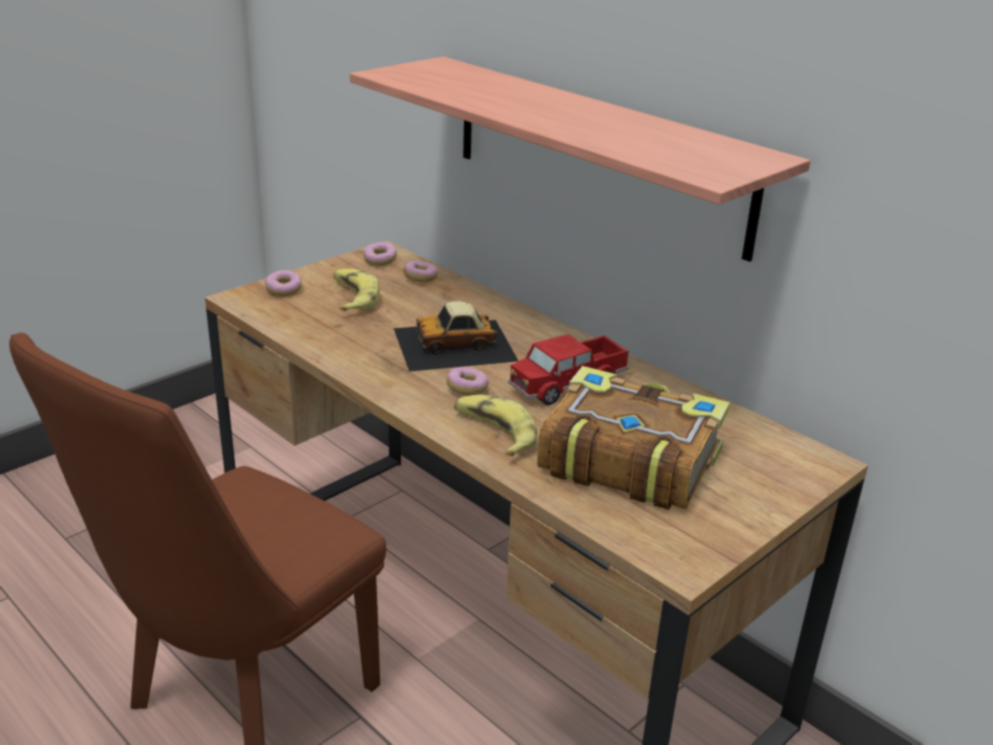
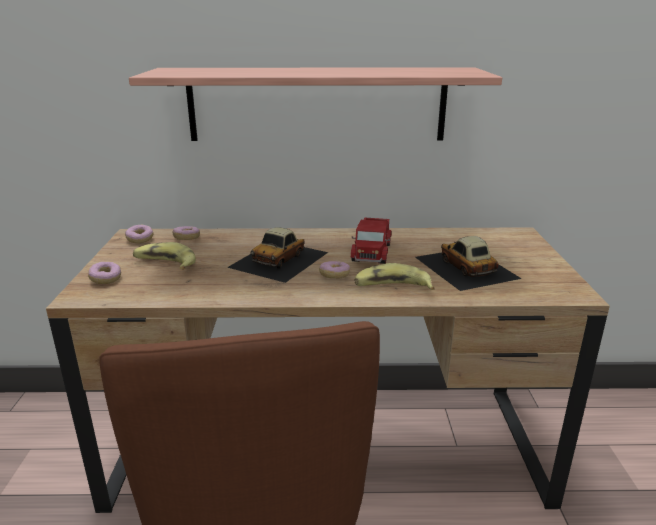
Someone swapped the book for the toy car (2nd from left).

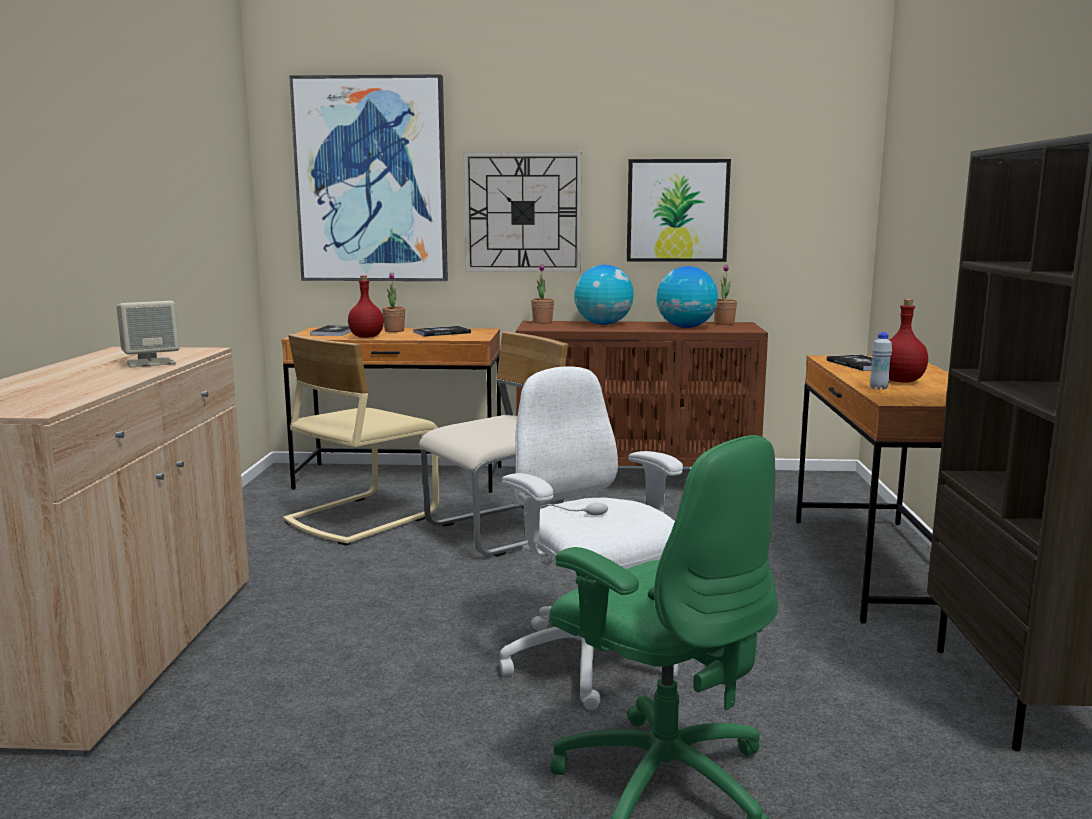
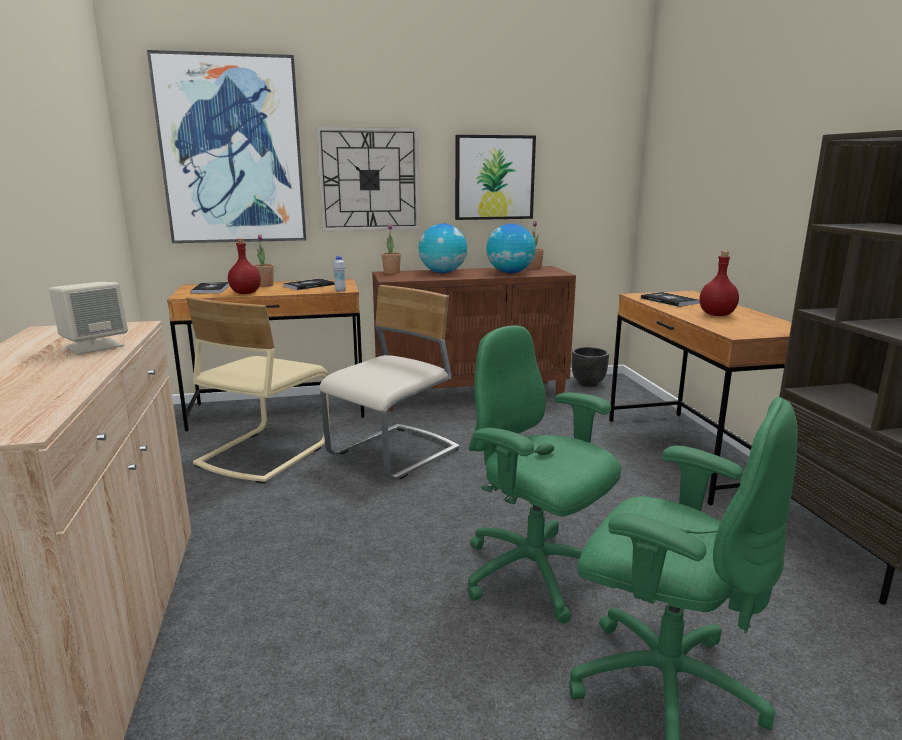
Someone carried the white bottle.
Someone repainted the white office chair, which became the green office chair (1st from left).
Someone put down the black planter.

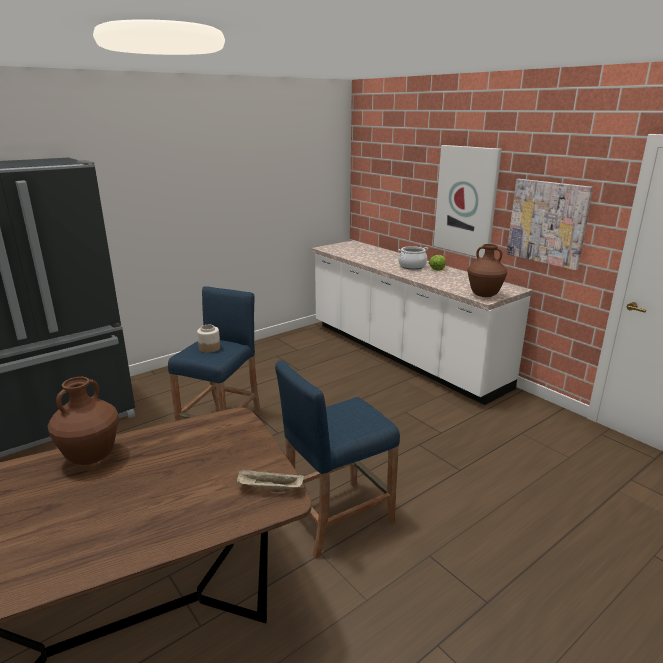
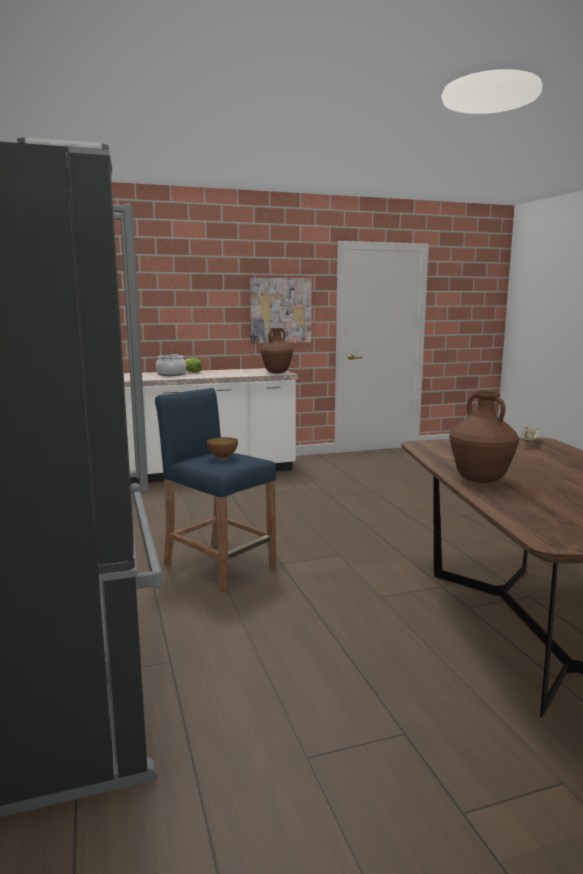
Someone swapped the jar for the bowl.
Someone took away the blue stool (2nd from left).
Someone took away the picture (1st from left).

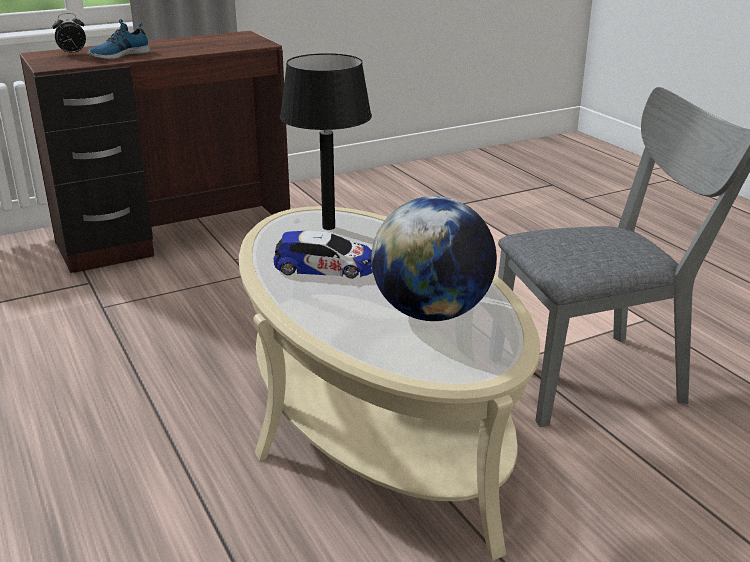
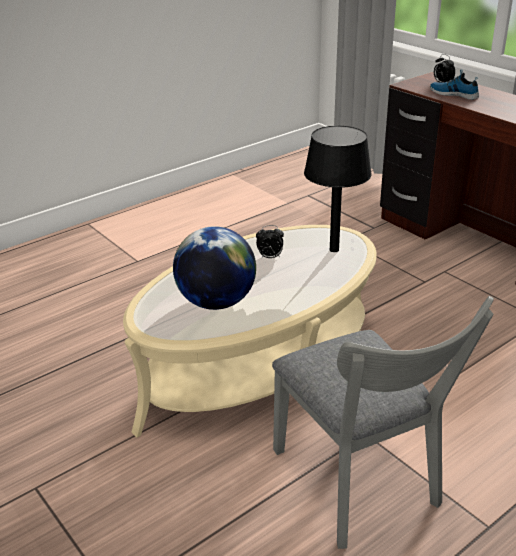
Someone swapped the toy car for the alarm clock (1st from left).

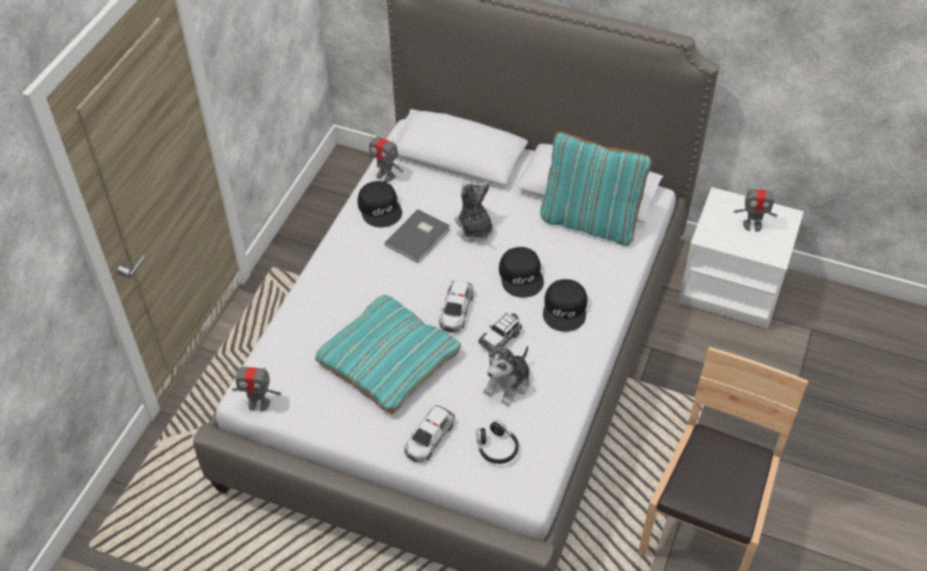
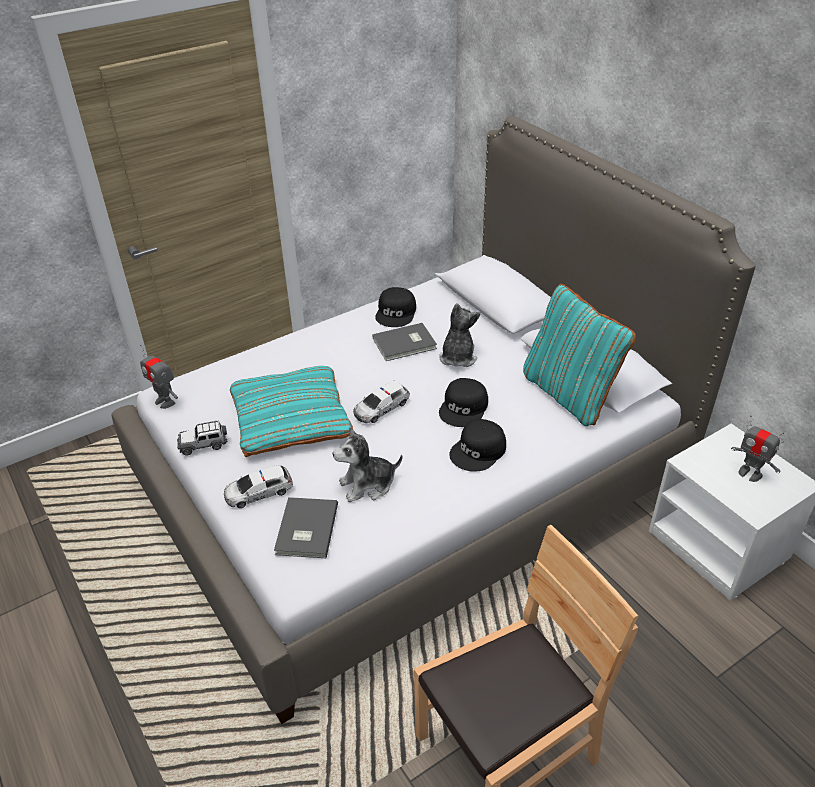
Someone carried the toy car (3rd from left in the first image).
Someone swapped the black headphones for the grey book (1st from left).
Someone took away the toy robot (2nd from left).

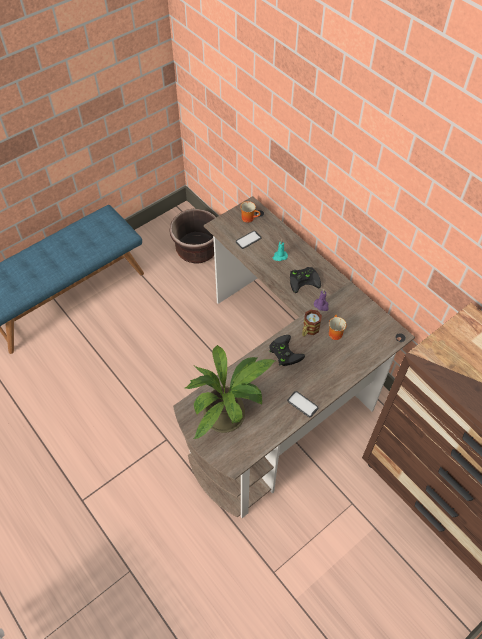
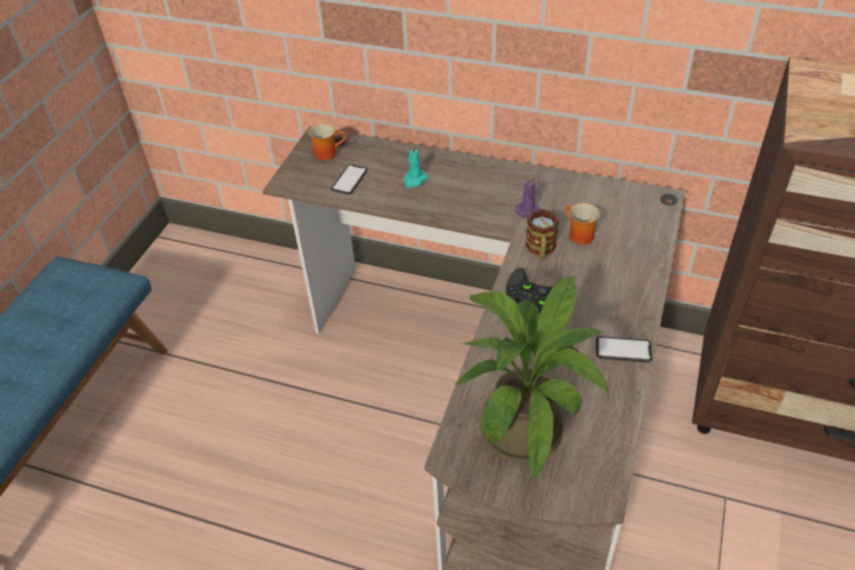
Someone took away the brown planter.
Someone took away the black game controller (2nd from left).

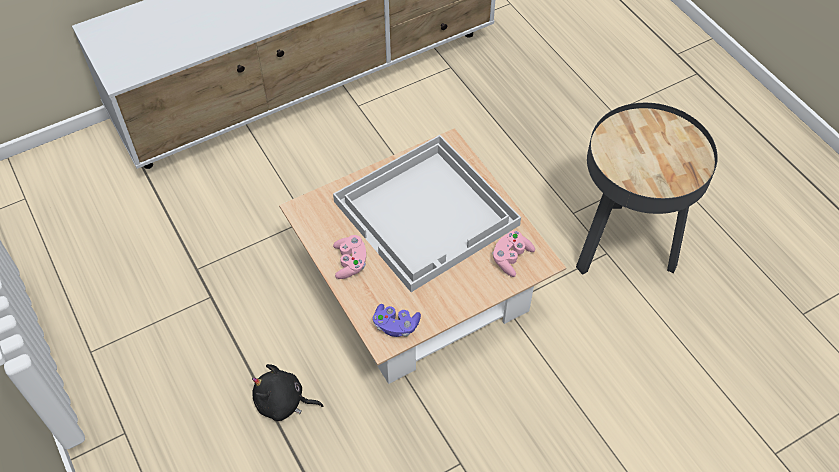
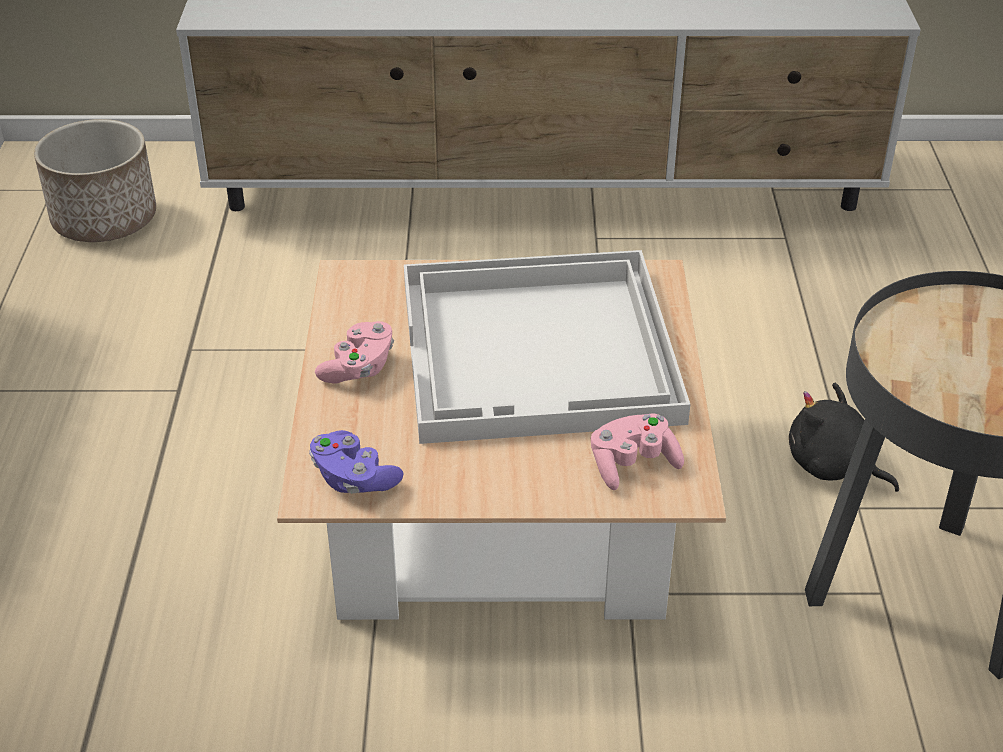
Someone put down the planter.
Someone carried the black plush toy.

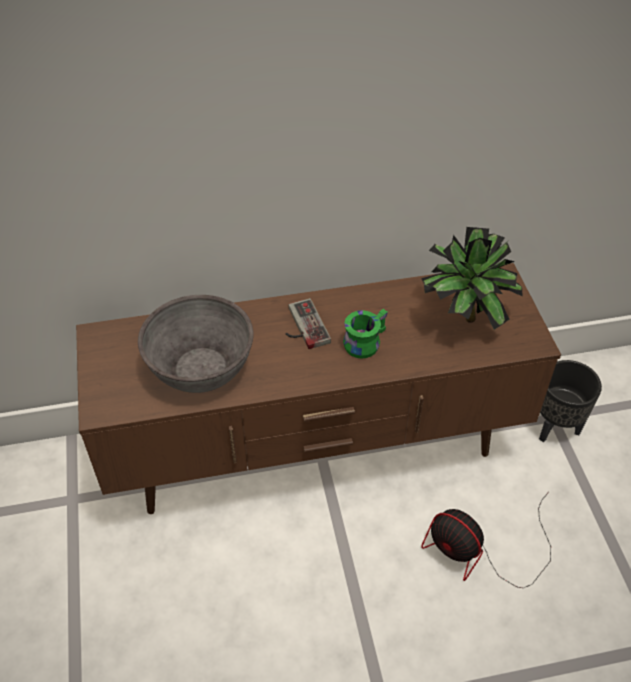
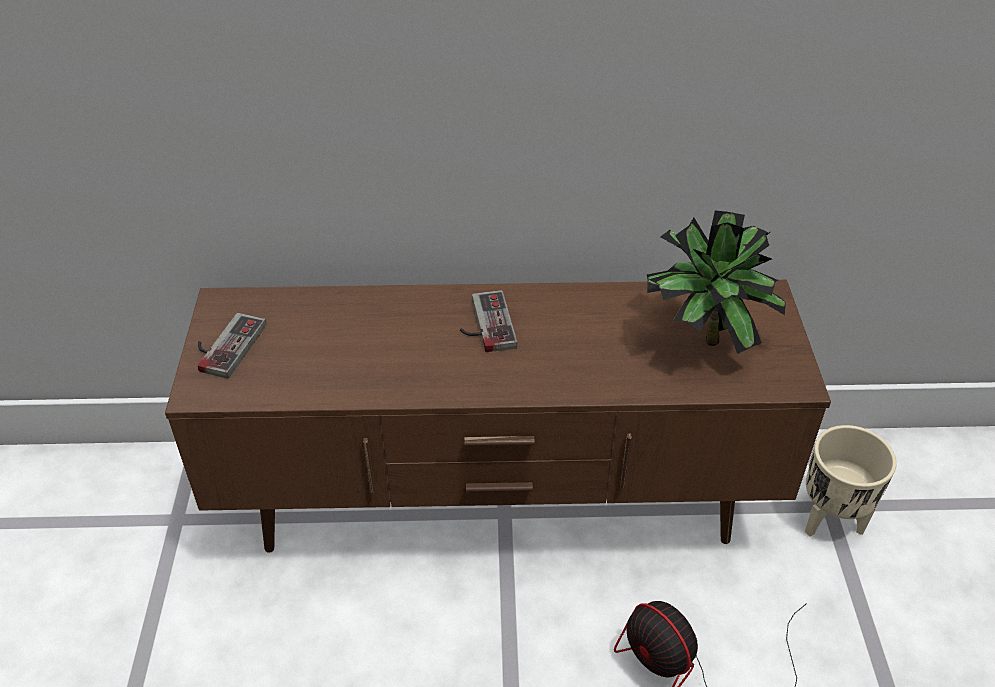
Someone put down the game controller (1st from left).
Someone repainted the black planter, which became the beige planter.
Someone took away the grey bowl.
Someone took away the green mug.

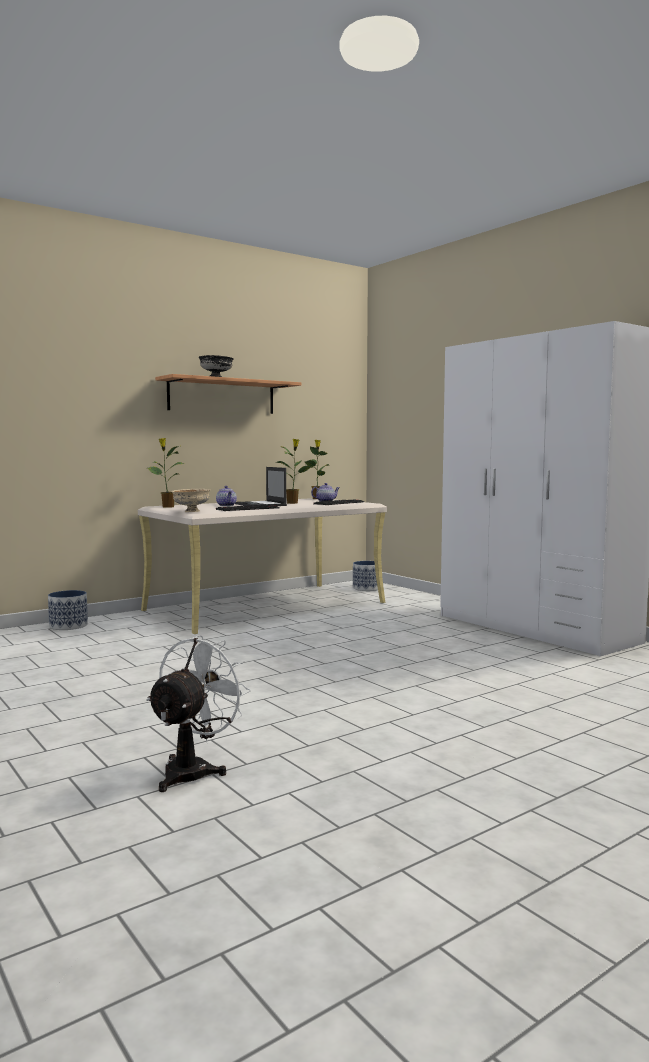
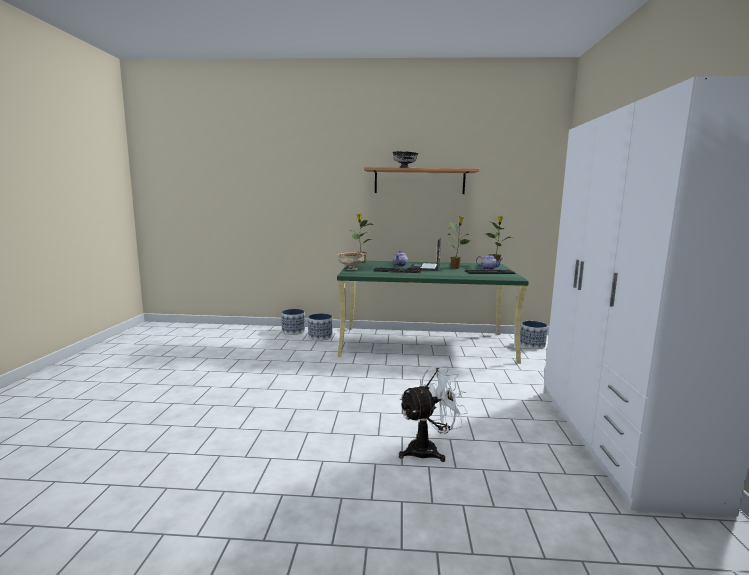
Someone put down the planter (2nd from left).
Someone repainted the beige desk, which became the green desk.
Someone carried the white fan.

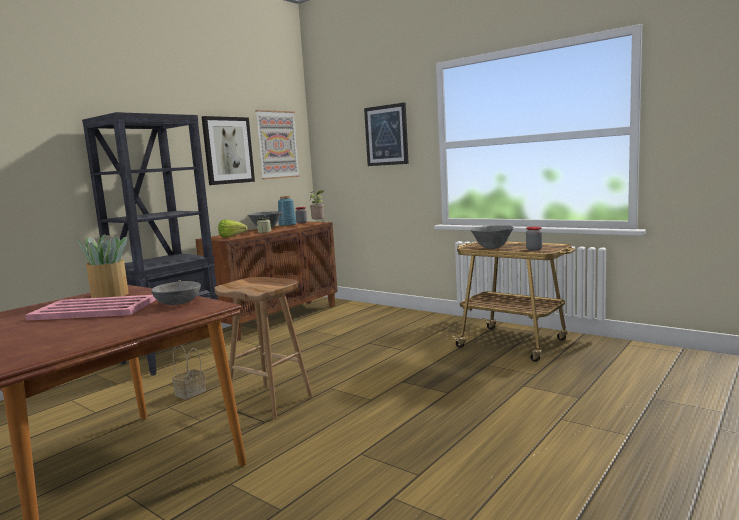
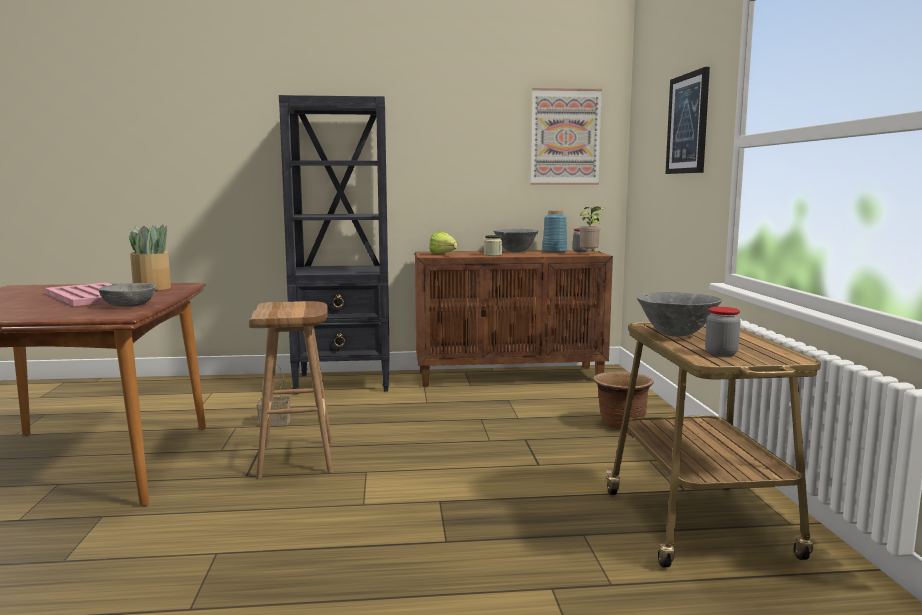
Someone put down the brown planter.
Someone took away the picture (1st from left).

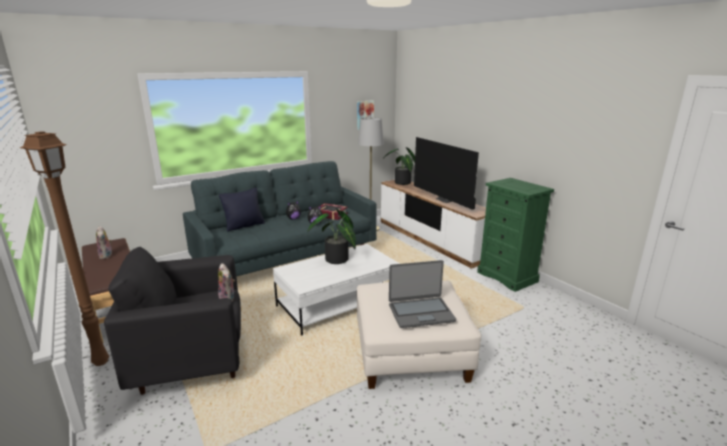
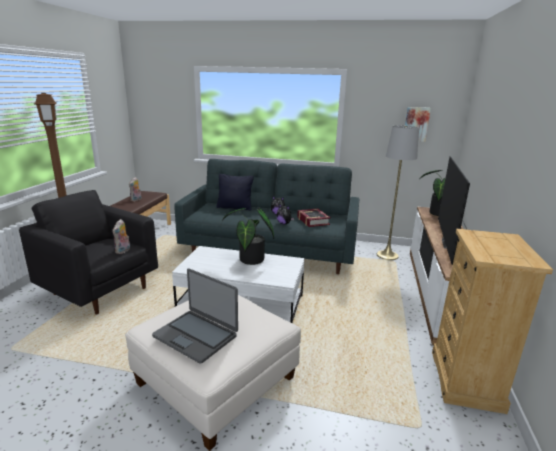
Someone repainted the green dresser, which became the beige dresser.

